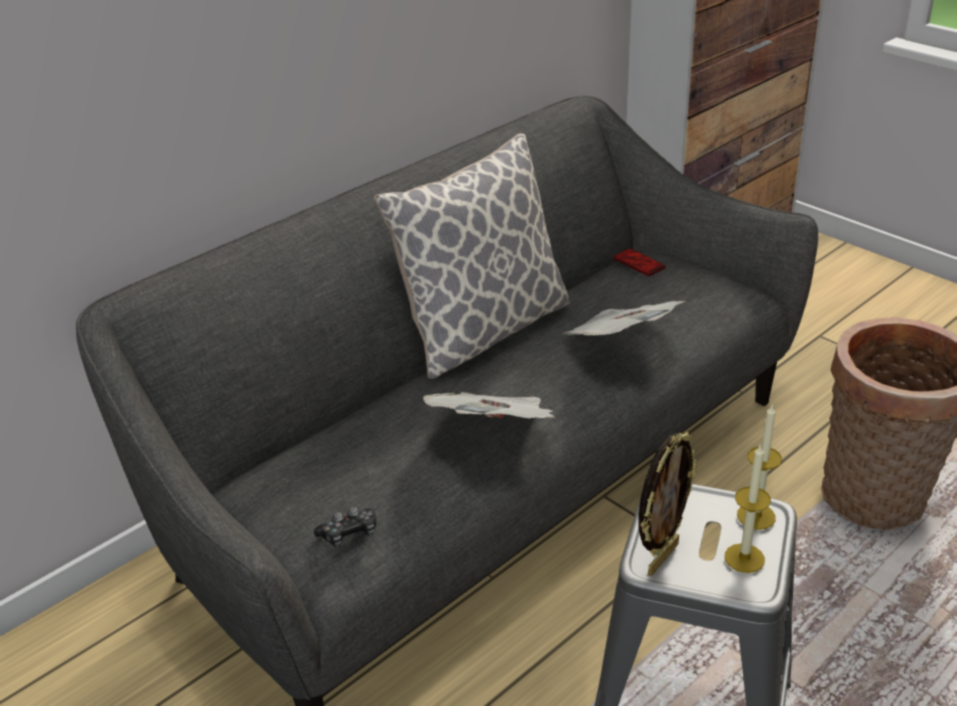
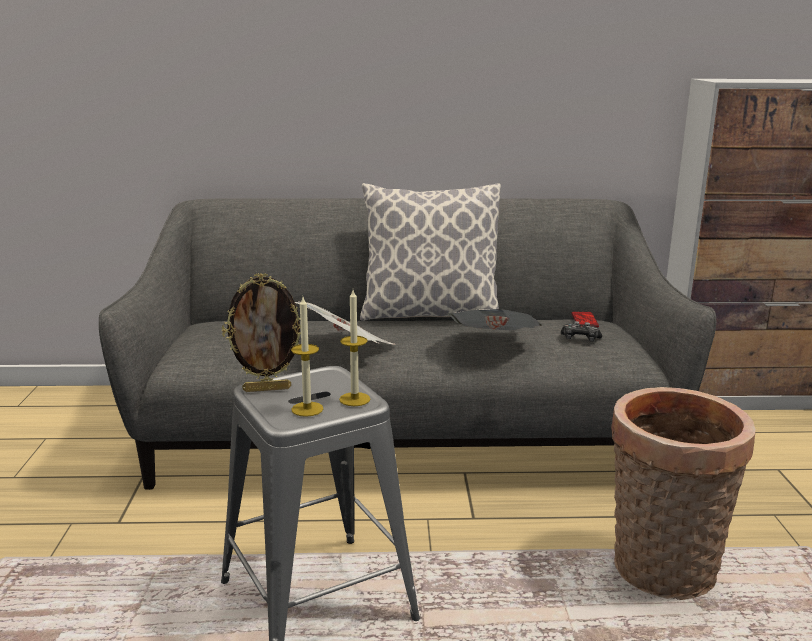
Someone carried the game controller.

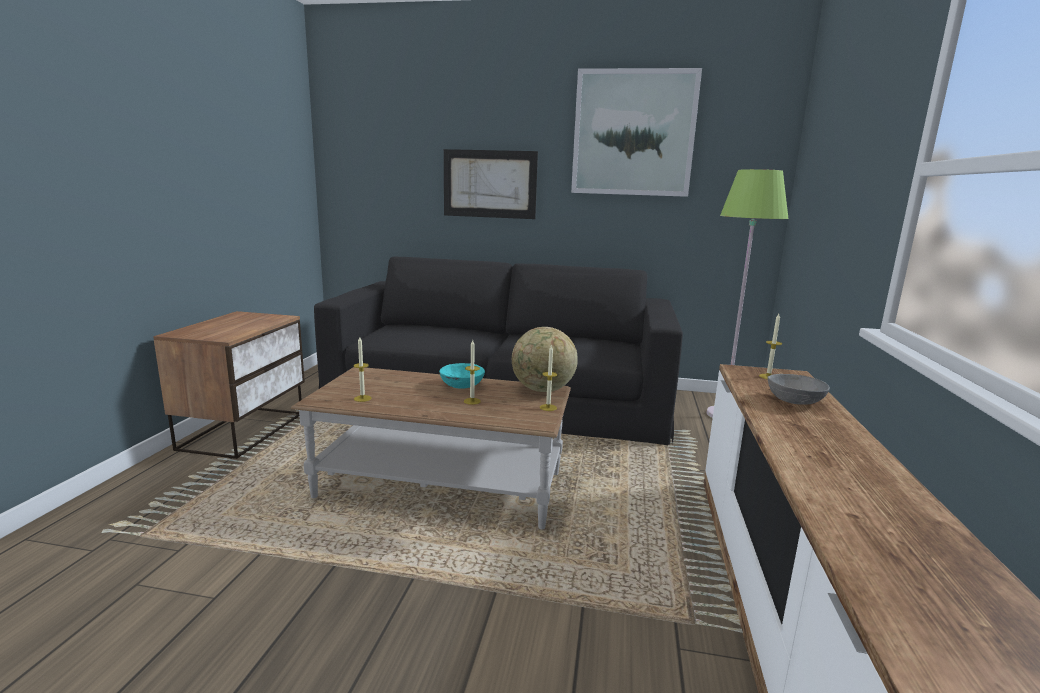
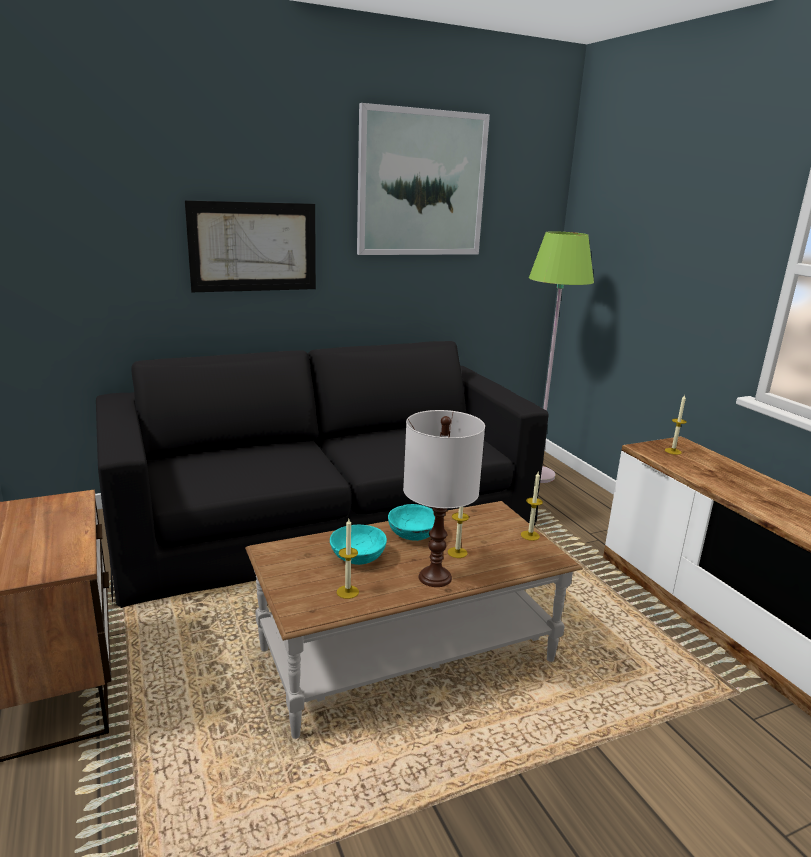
Someone put down the turquoise bowl (1st from left).
Someone put down the white table lamp.
Someone took away the globe.
Someone took away the grey bowl.

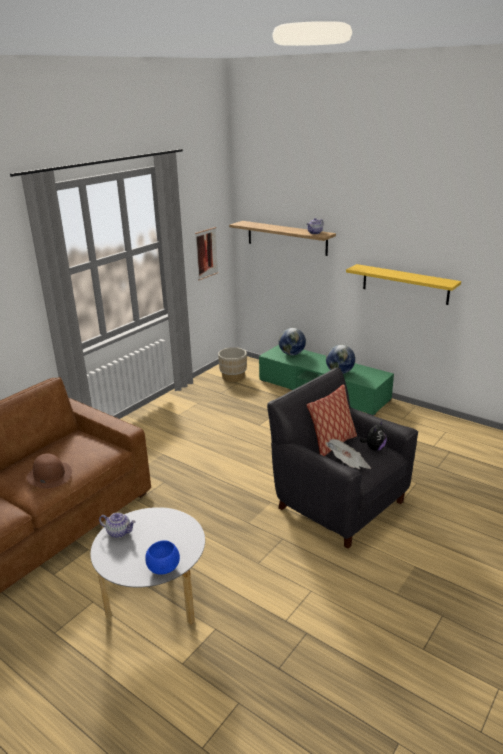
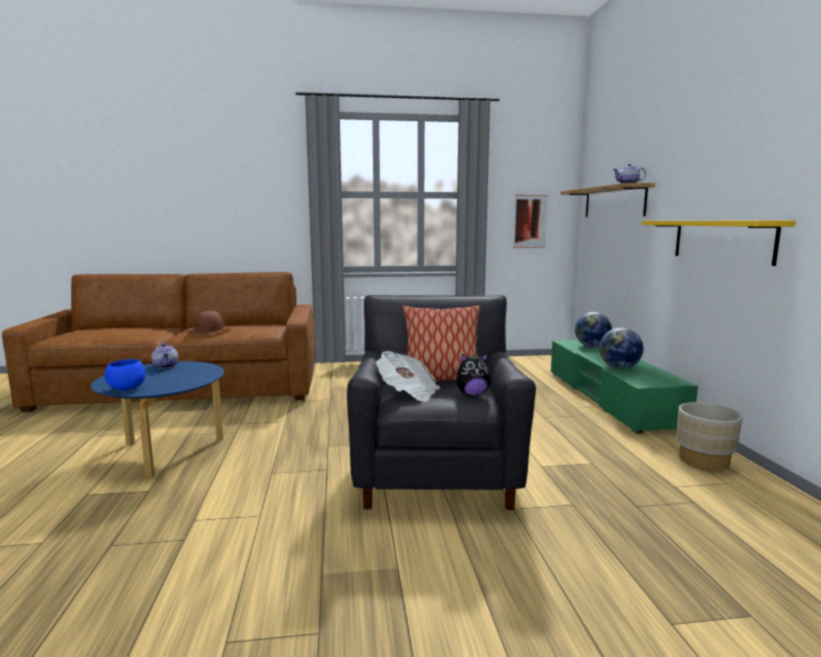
Someone repainted the grey coffee table, which became the blue coffee table.
Someone carried the beige planter.

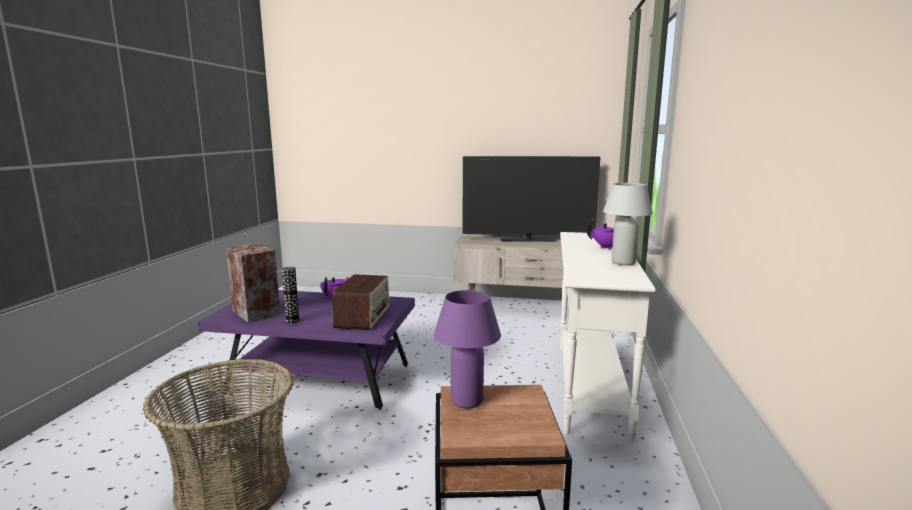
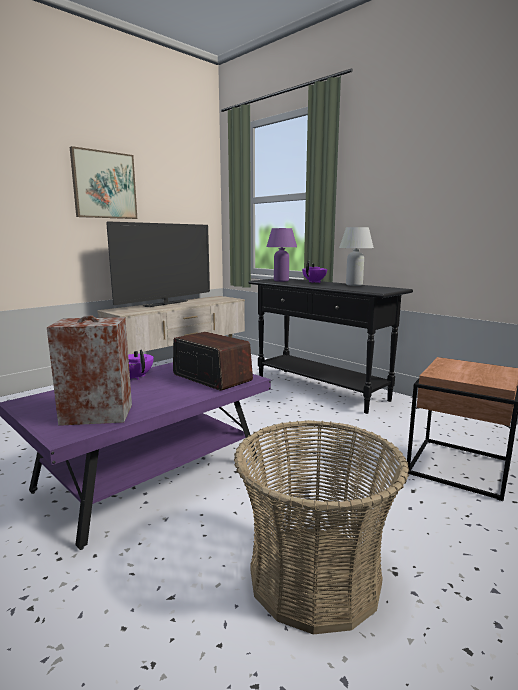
Someone put up the picture.
Someone repainted the white console table, which became the black console table.
Someone carried the purple table lamp.
Someone took away the vase.

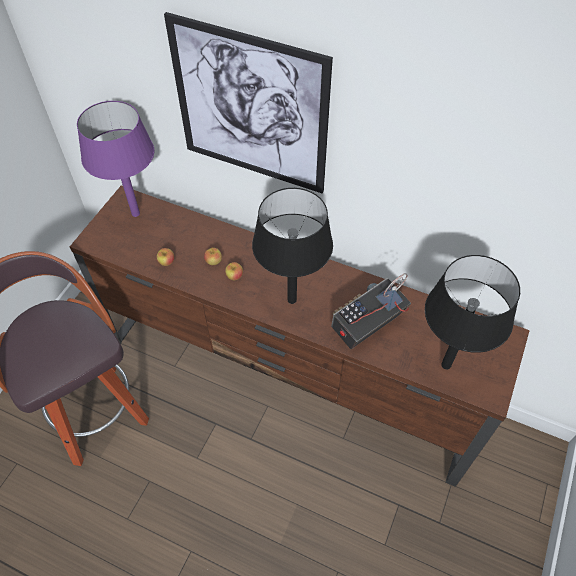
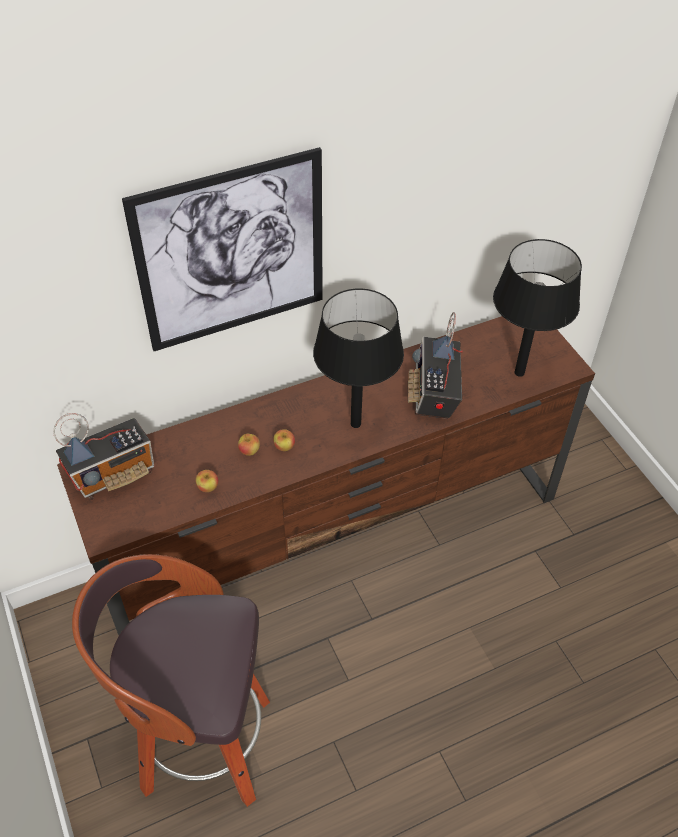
Someone swapped the purple table lamp for the radio (1st from left).

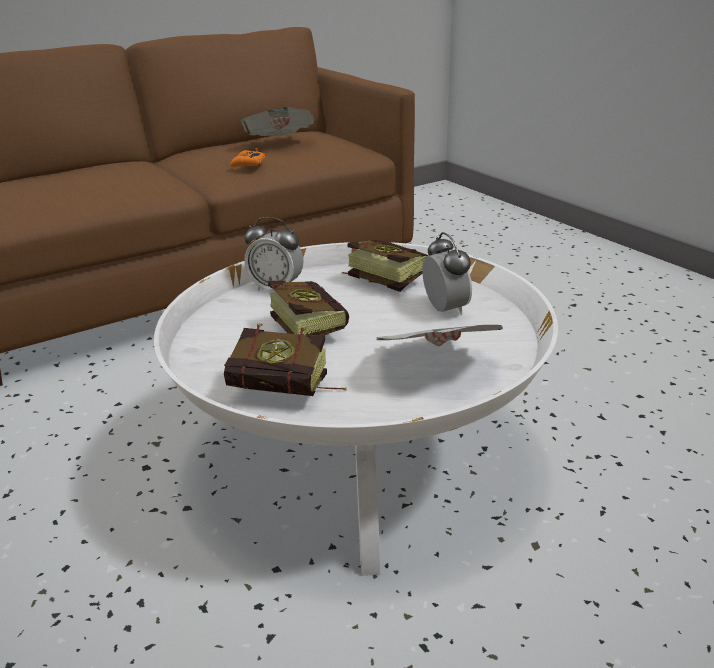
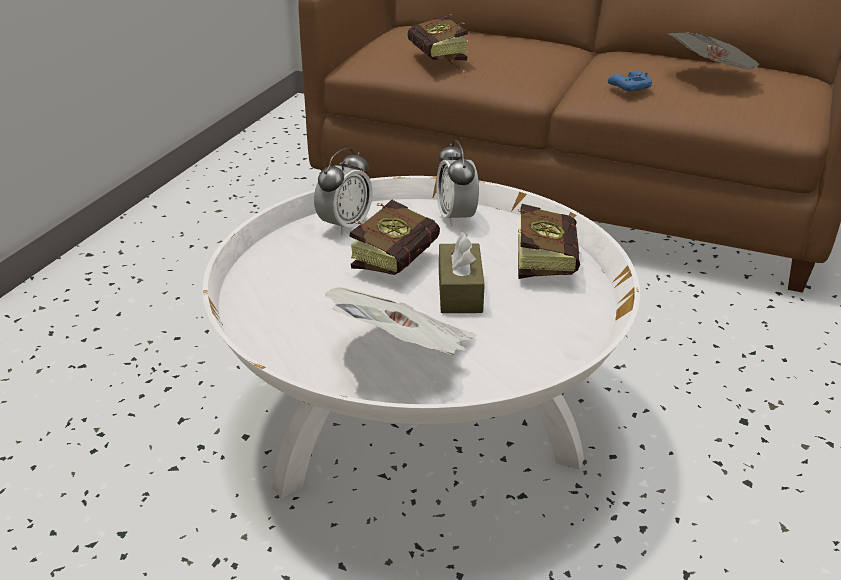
Someone carried the alarm clock (2nd from left in the first image).
Someone carried the book (1st from left in the first image).
Someone put down the brown tissue box.
Someone repainted the orange game controller, which became the blue game controller.

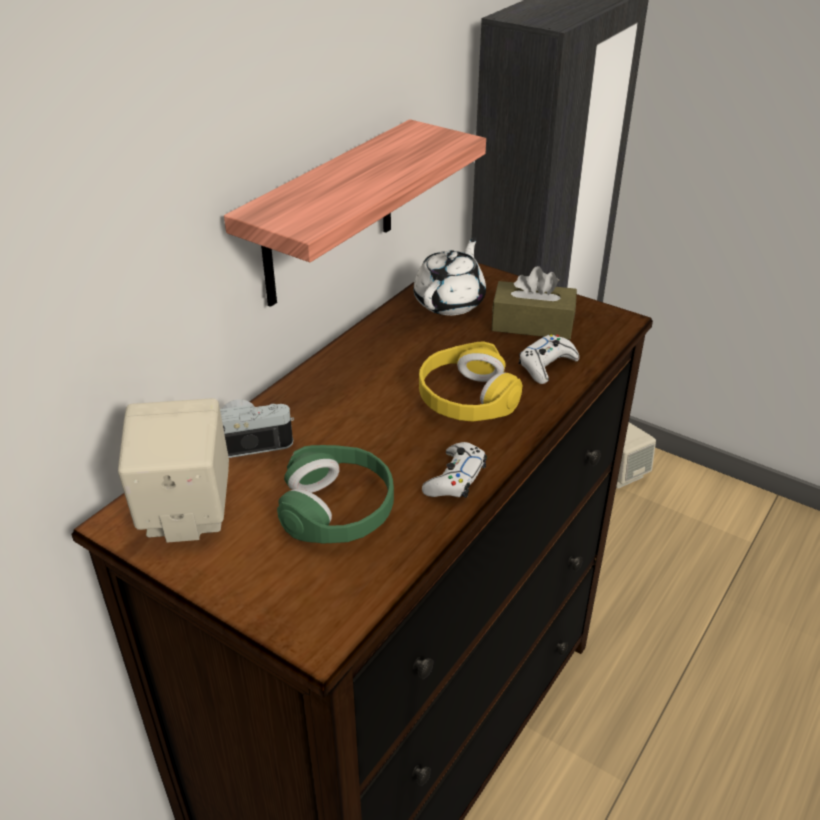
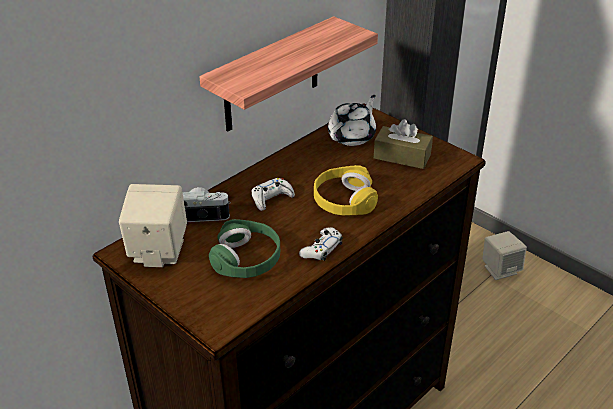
Someone carried the white game controller (2nd from left in the first image).

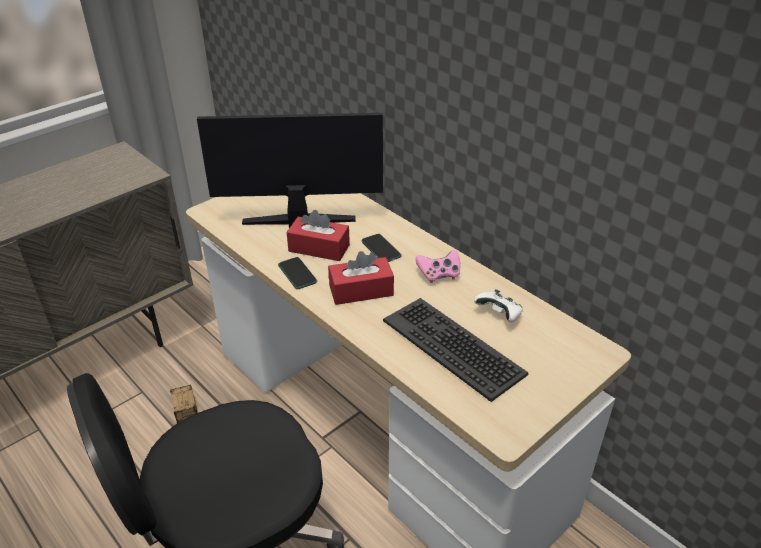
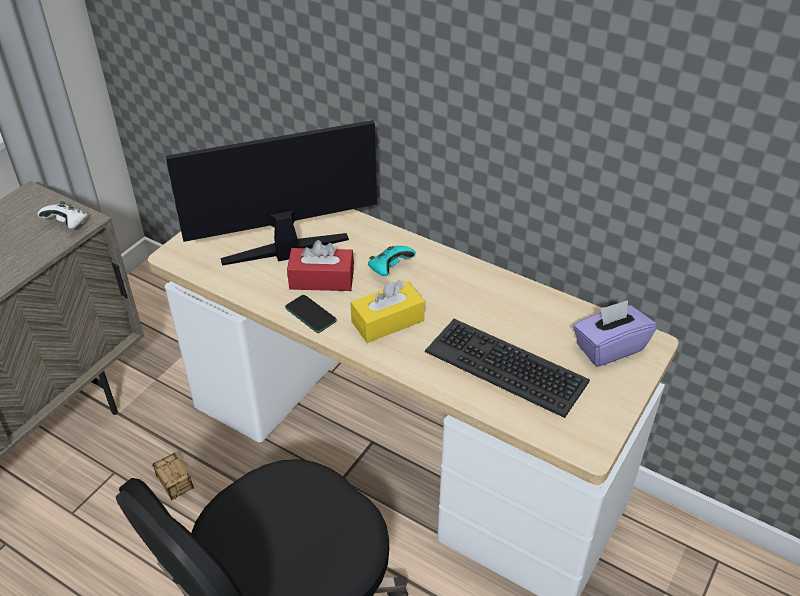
Someone carried the white game controller.
Someone repainted the red tissue box (2nd from left), which became the yellow tissue box.
Someone swapped the phone (2nd from left) for the turquoise game controller.
Someone put down the purple tissue box.
Someone took away the pink game controller.

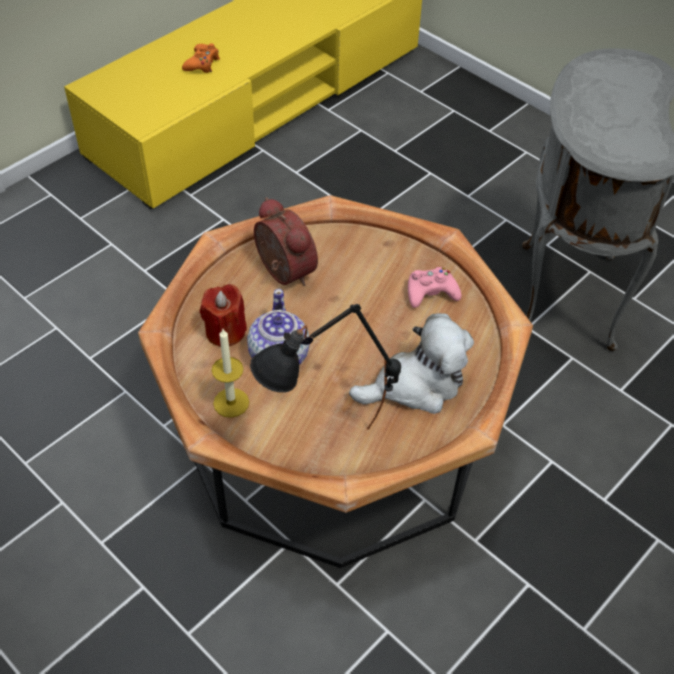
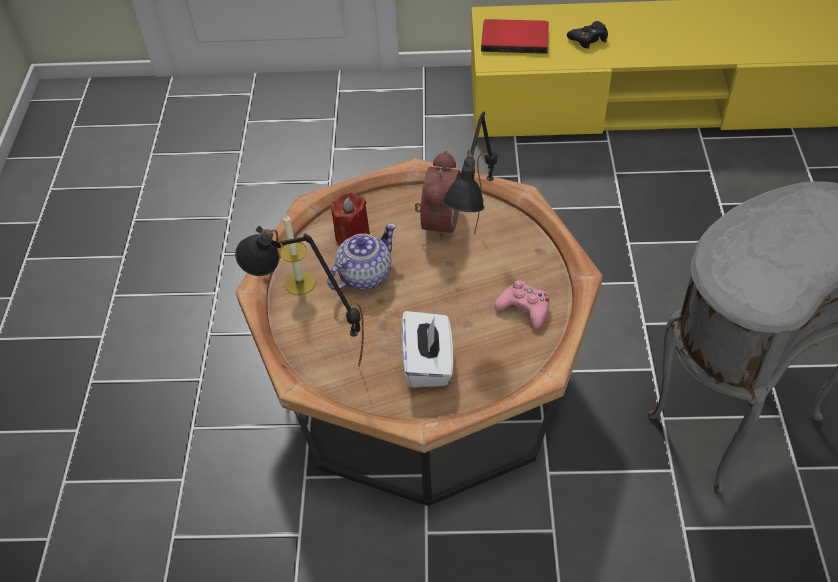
Someone swapped the plush toy for the white tissue box.
Someone put down the black table lamp (2nd from left).
Someone put down the red book.
Someone repainted the orange game controller, which became the black game controller.

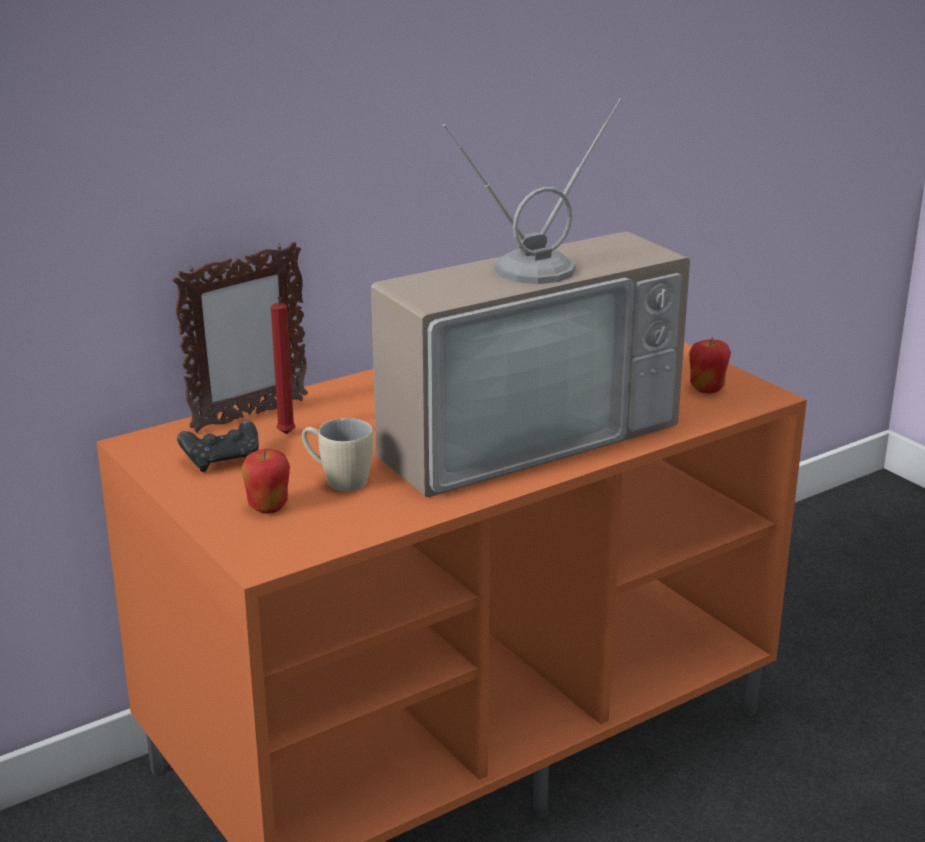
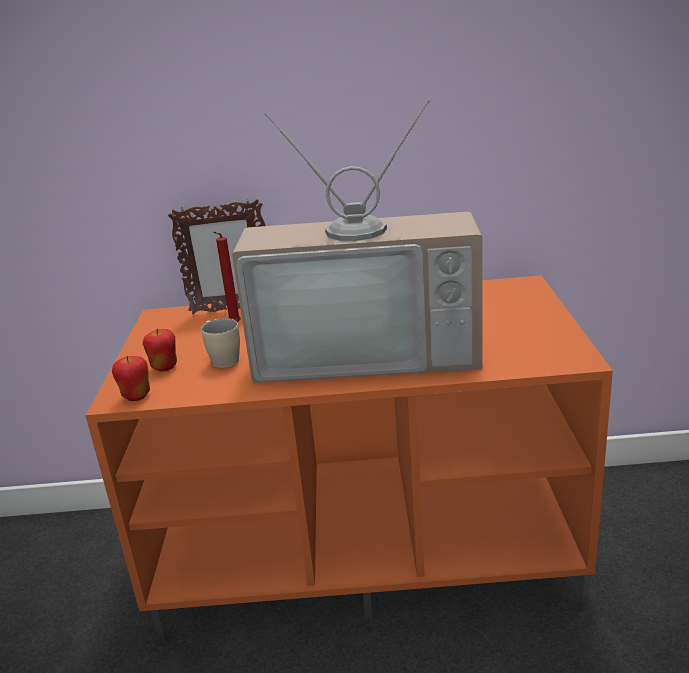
Someone carried the apple (2nd from left in the first image).
Someone took away the black game controller.

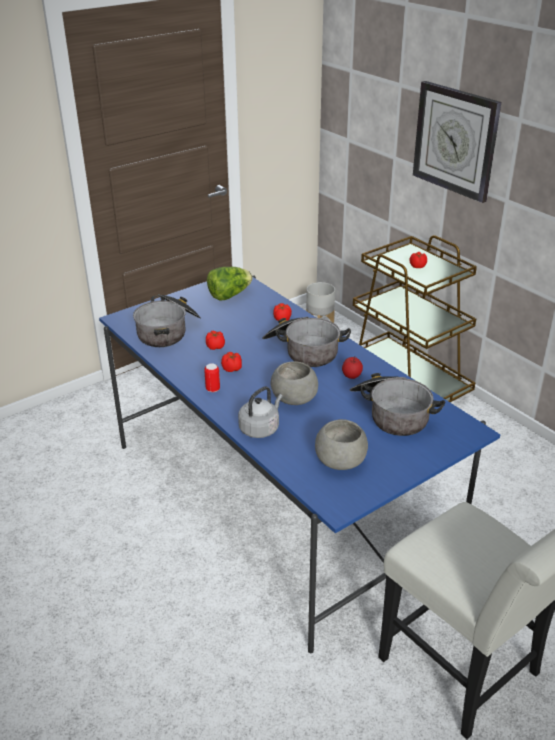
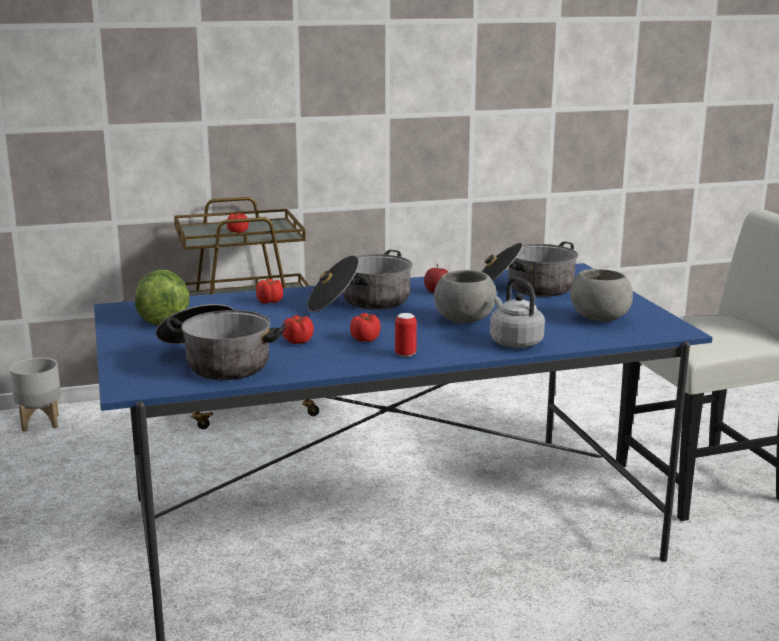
Someone took away the wall clock.

